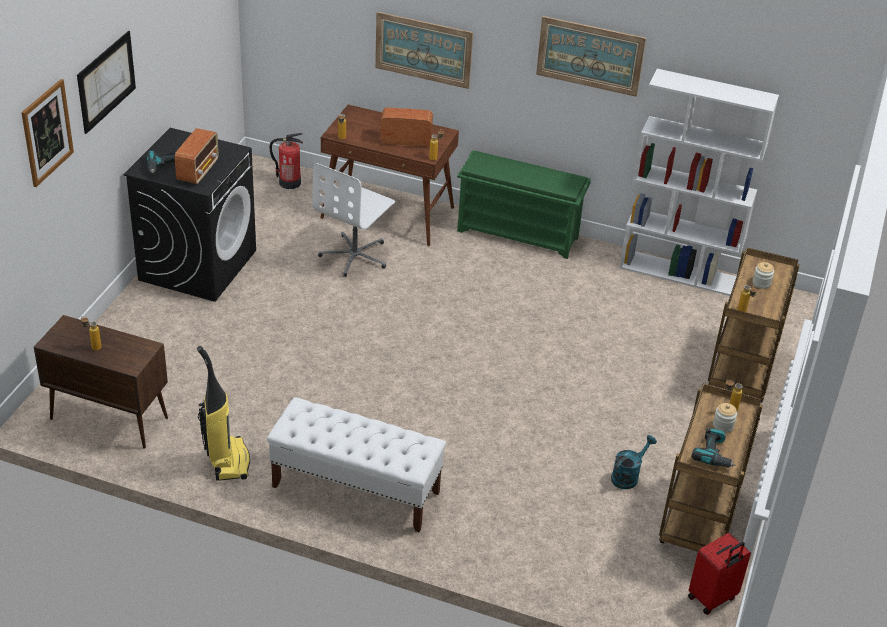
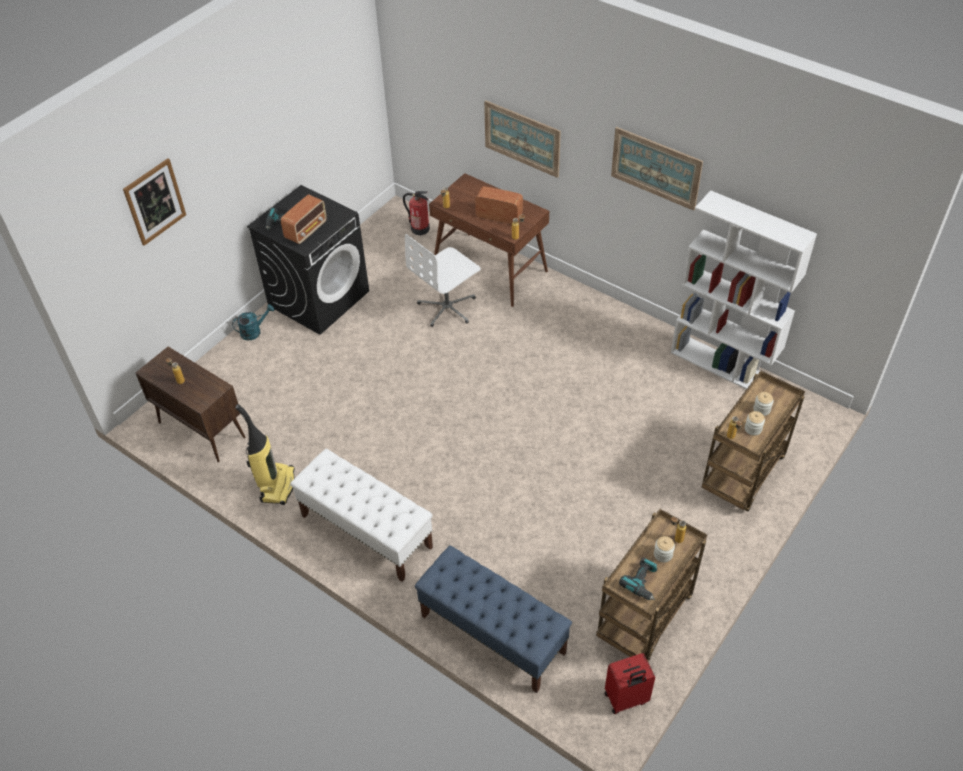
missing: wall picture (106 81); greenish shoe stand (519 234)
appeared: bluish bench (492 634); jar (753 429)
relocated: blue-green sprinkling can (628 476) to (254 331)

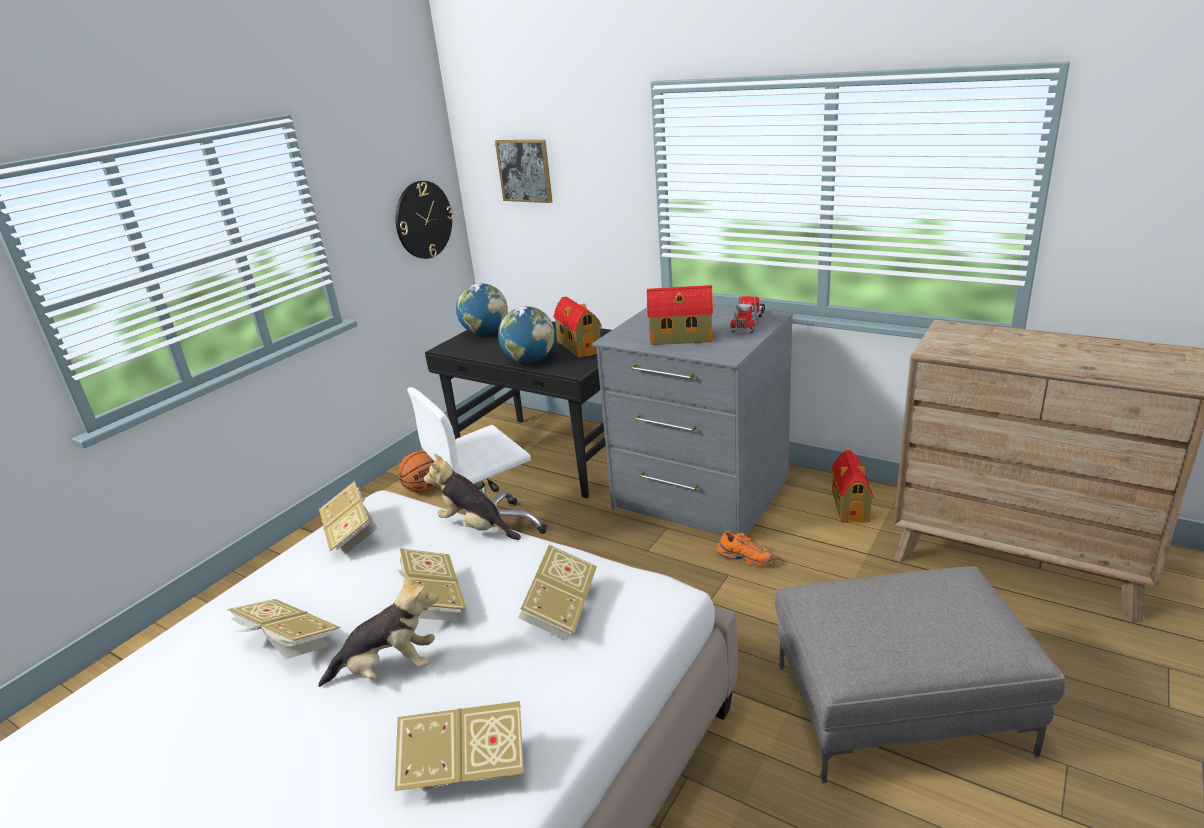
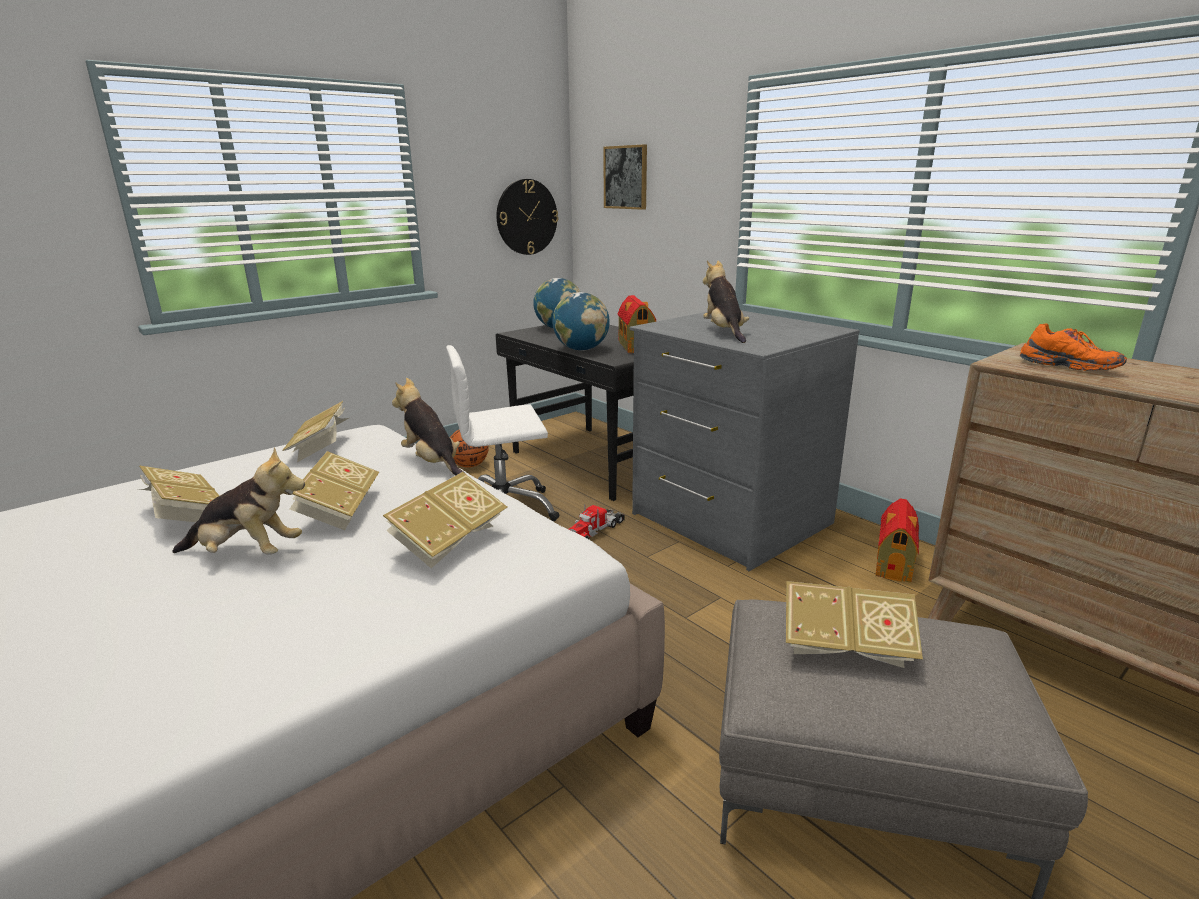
relocated: book (465 767) to (845 647); orange-coloured item of footwear (745 558) to (1068 367); toy lorry (748 322) to (595 531)
exchanged: miniature house (683 338) to plush toy (724 332)

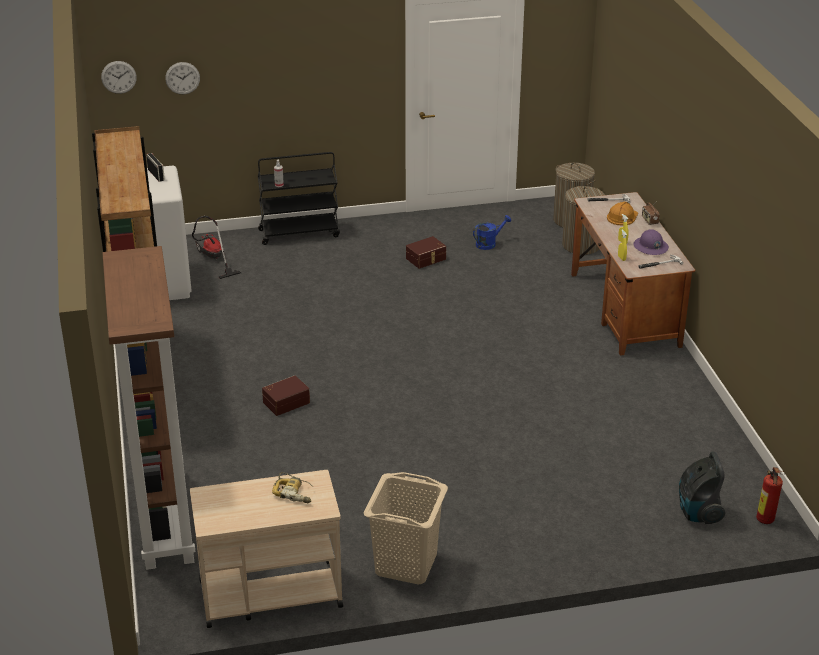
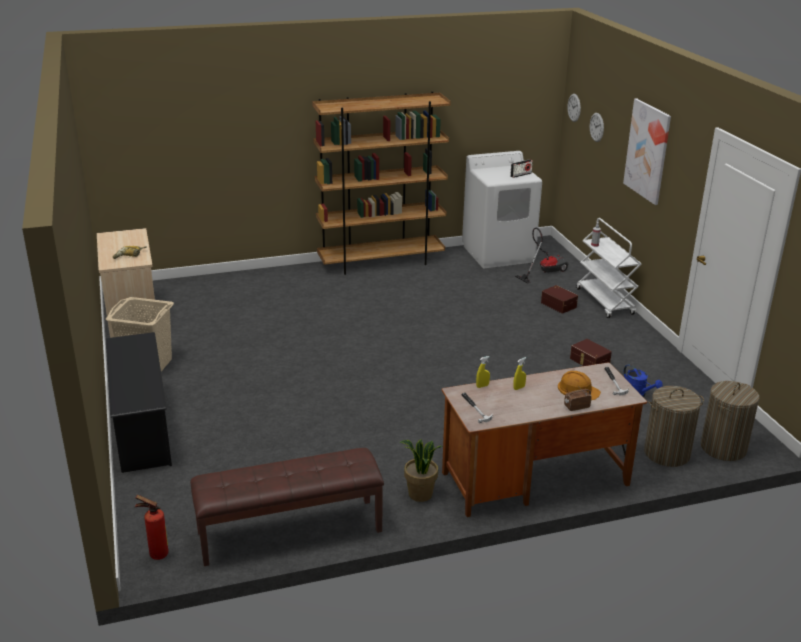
missing: brownish bookshelf (163 519); purple work helmet (650 247); vacuum cleaner (698 512)
appeared: blackish shoe stand (142 428); brownish bench (289 532); houseplant (420 494); wall picture (647 151)
relocated: brownish storage box (285 402) to (559 305)
colour: blackish trolley (299 233) to white-coloured trolley (605 302)

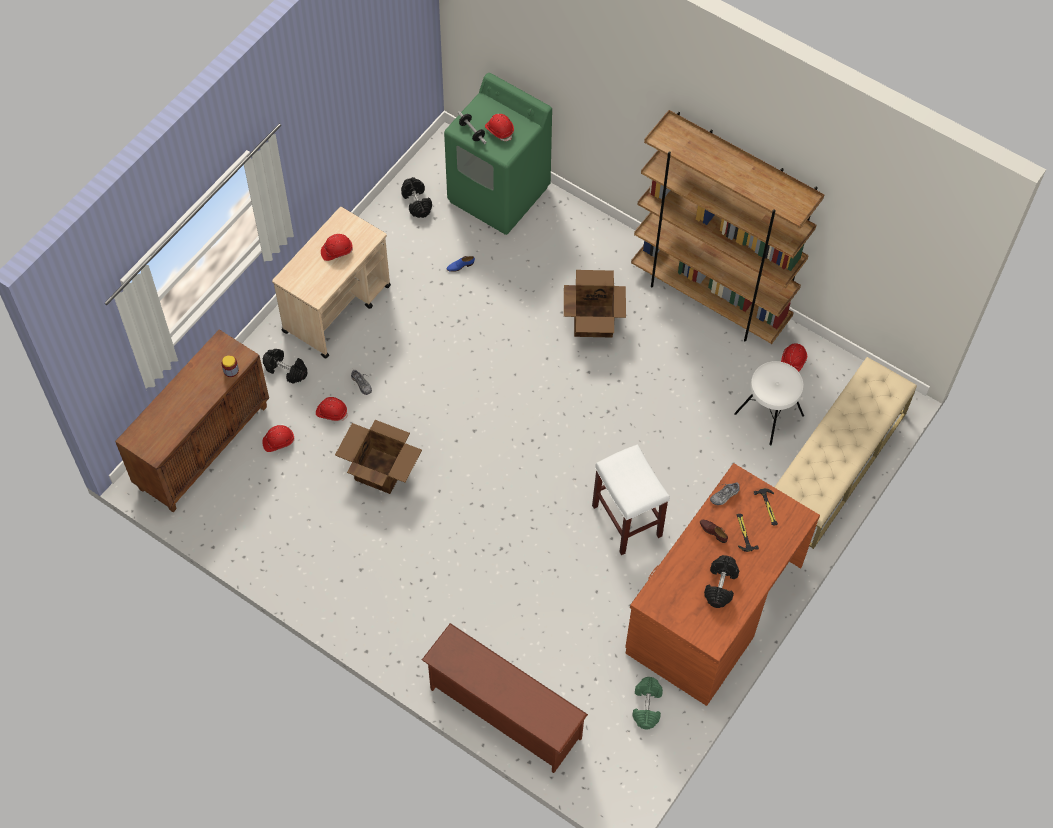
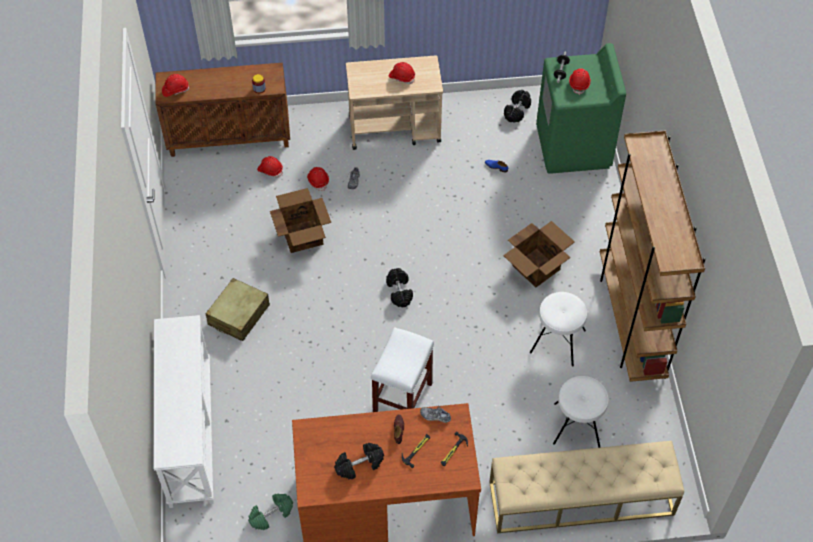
appeared: beige-coloured travel case (238 315); white-coloured stool seat (557 341)
relocated: blackish free weight (286 370) to (399 292); red-coloured work helmet (792 361) to (175 90)
exchanged: brownish shoe stand (503 714) to white-coloured hall table (189 432)

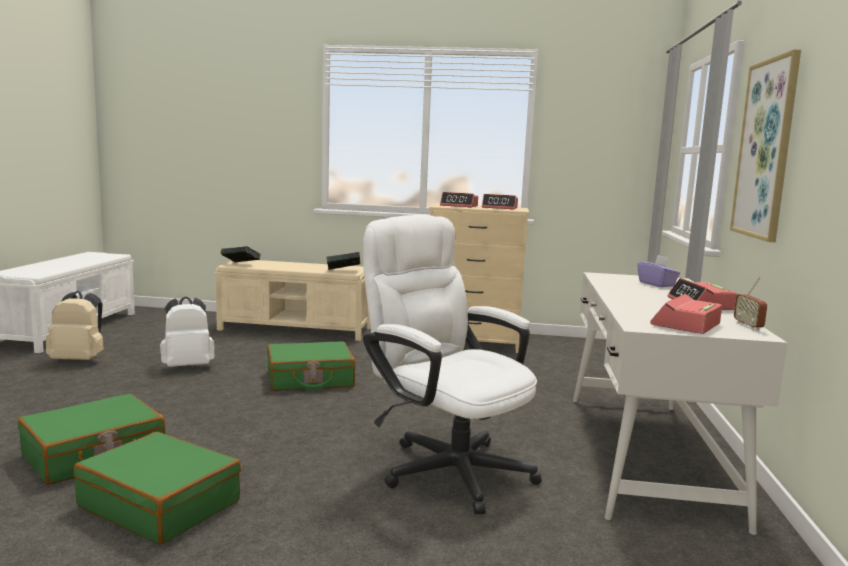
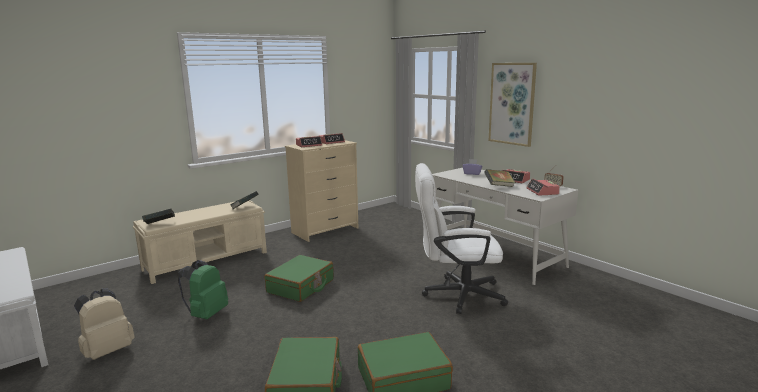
appeared: book (499 186)
colour: white-coloured rucksack (187 366) to greenish rucksack (206 314)

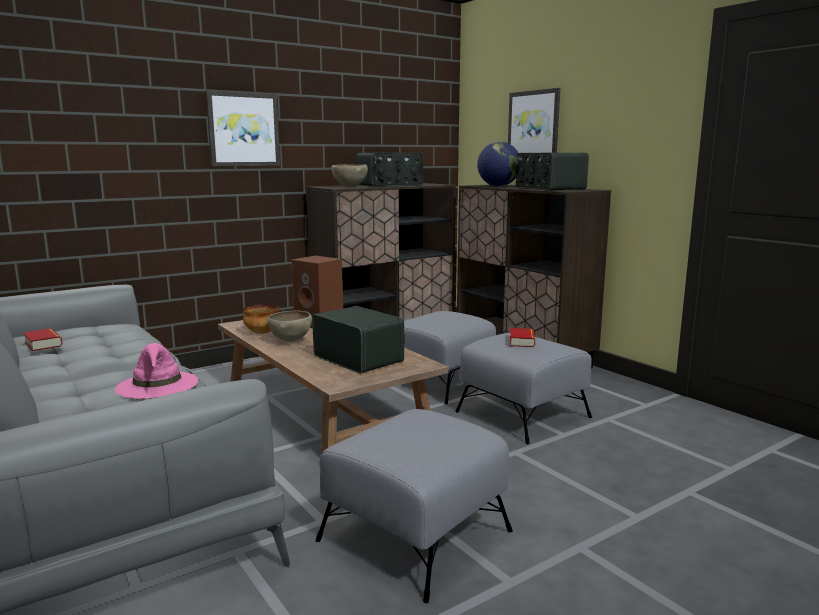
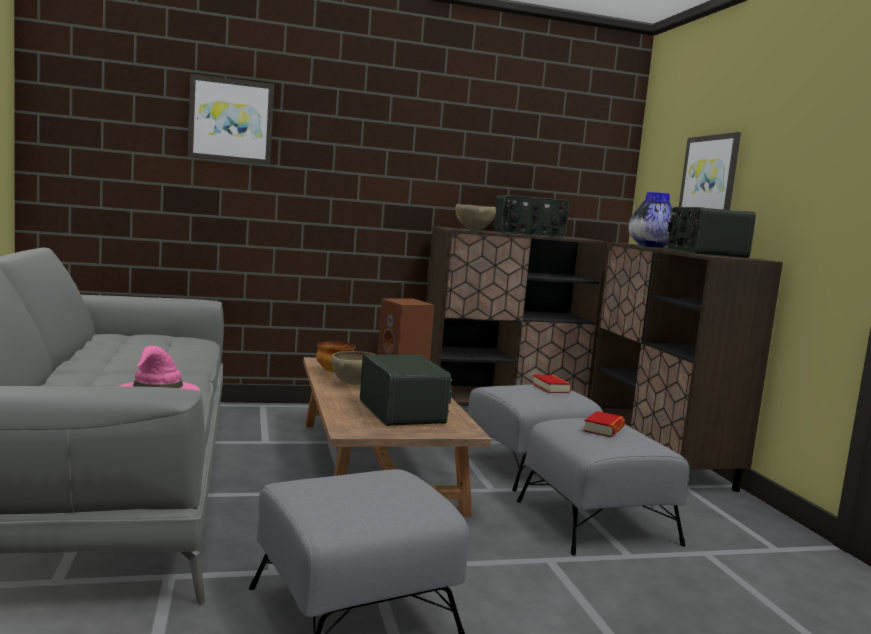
relocated: book (43 344) to (551 388); wall picture (243 129) to (231 120)
exchanged: desk globe (498 186) to vase (651 246)

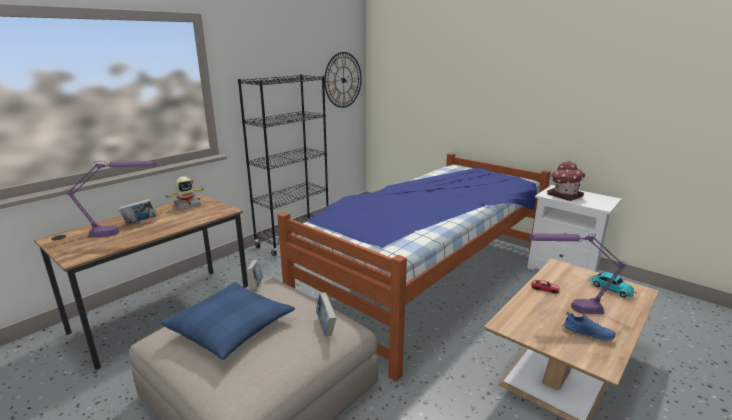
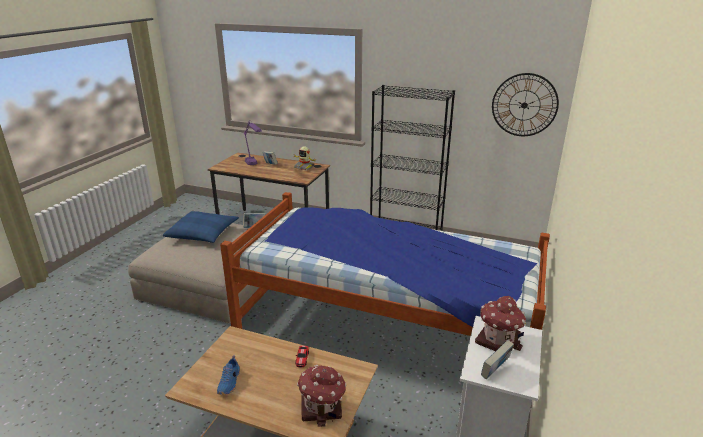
missing: purple lamp for a table (567 308)
relocated: book (326 326) to (495 371)
exchanged: model car (610 288) to miniature house (322 407)

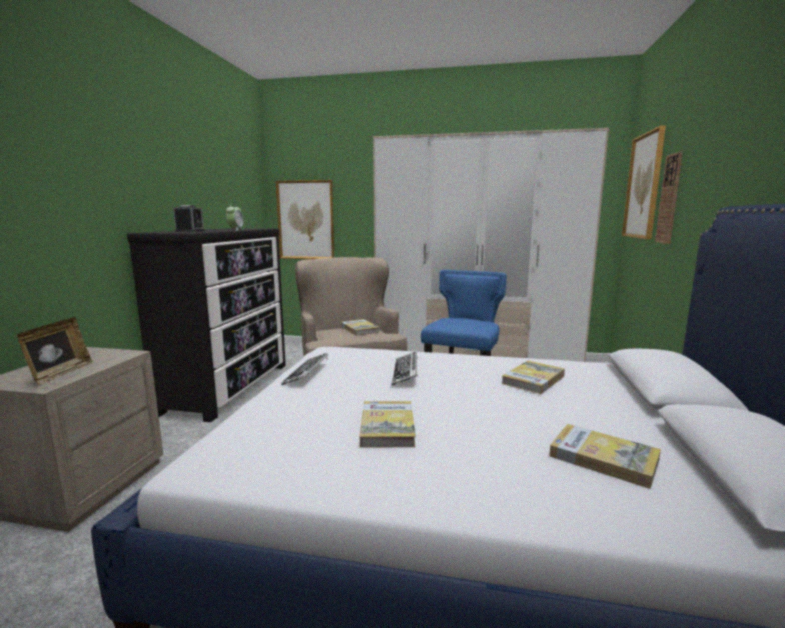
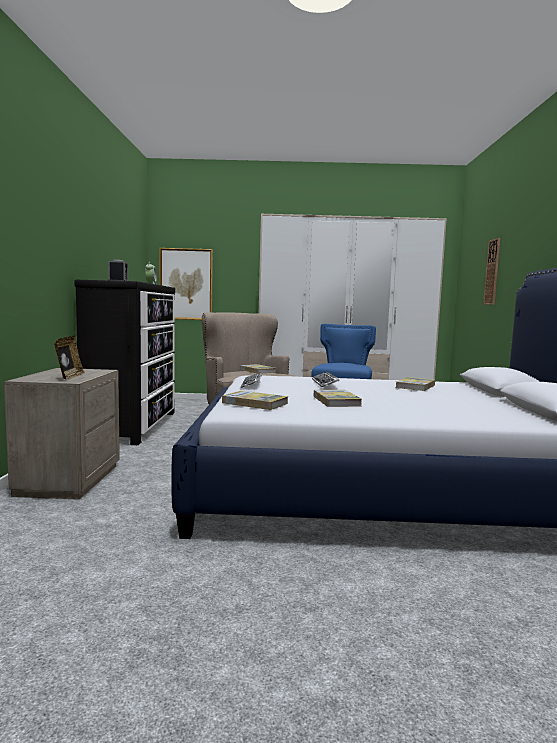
missing: wall picture (644 186)
relocated: book (603 458) to (255 403)

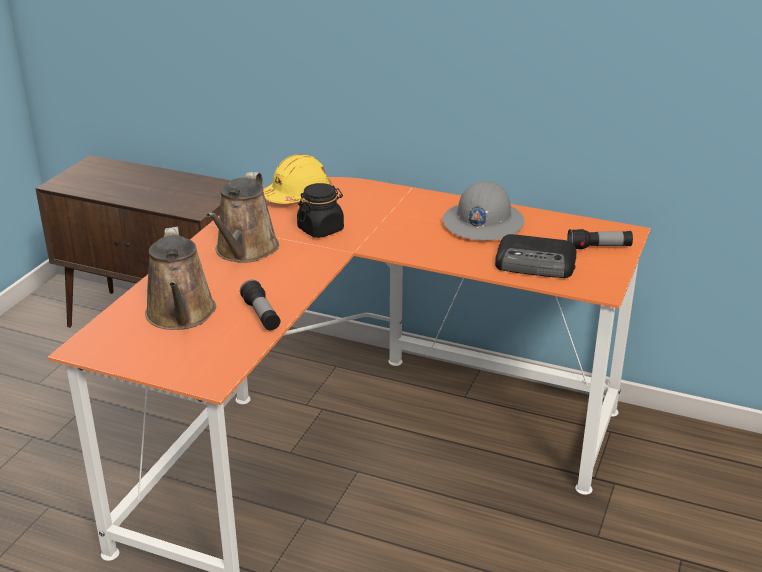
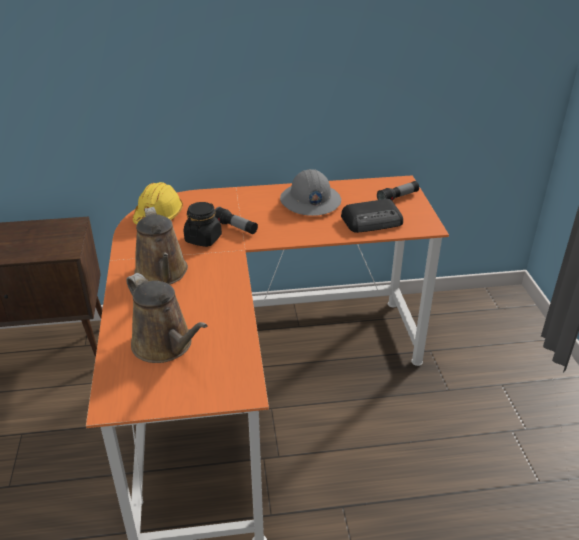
relocated: hand torch (261 315) to (236 227)

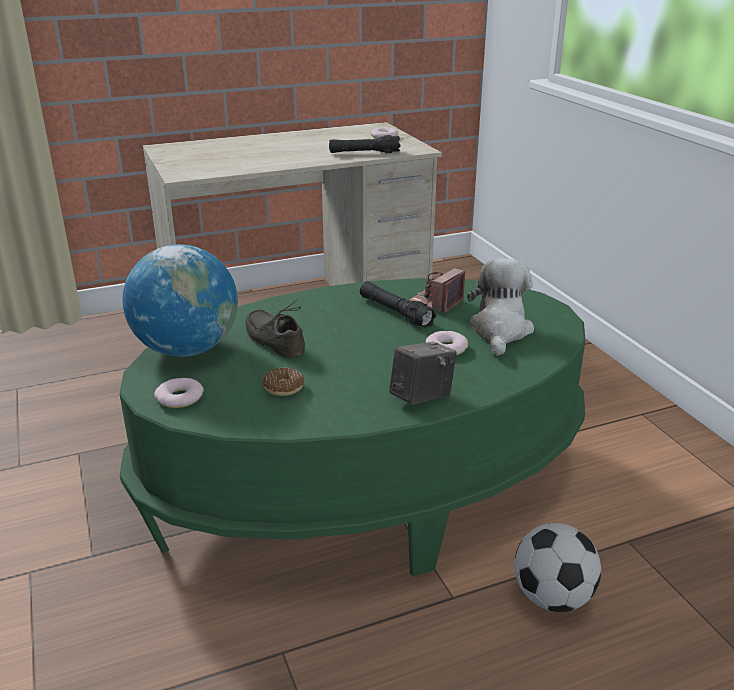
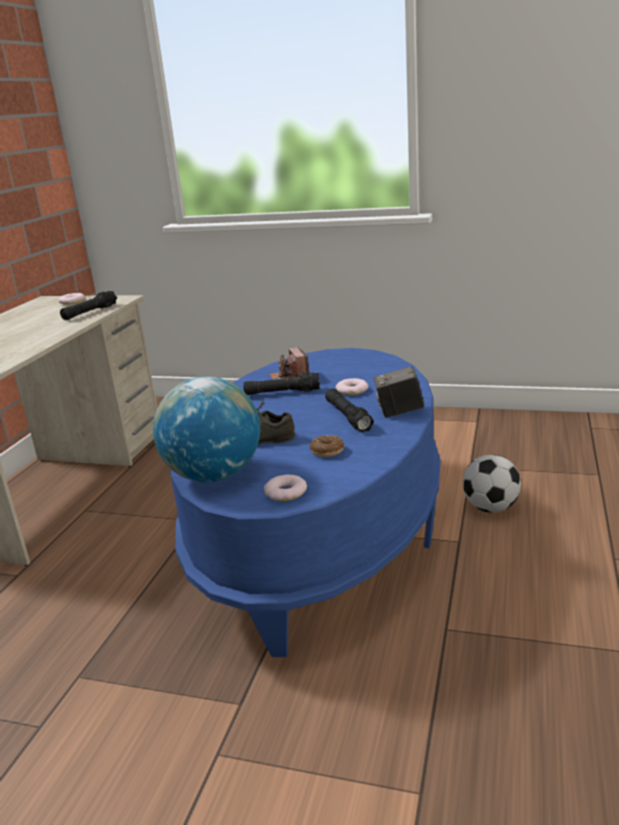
missing: plush toy (500 331)
appeared: blackish hand torch (348 417)
colour: greenish lounge table (366 485) to bluish lounge table (320 534)
spun: photo camera (421 397) = (399 412) 90 degrees counterclockwise

